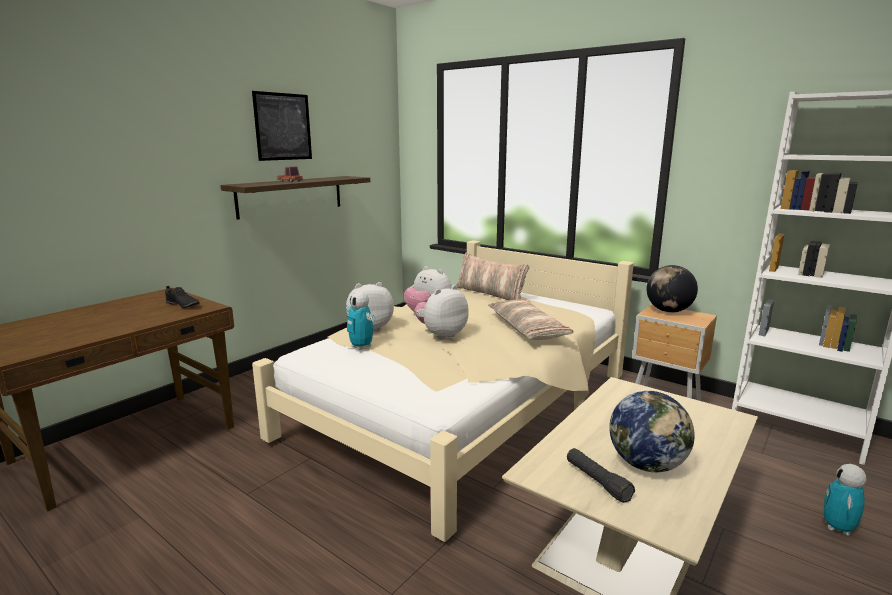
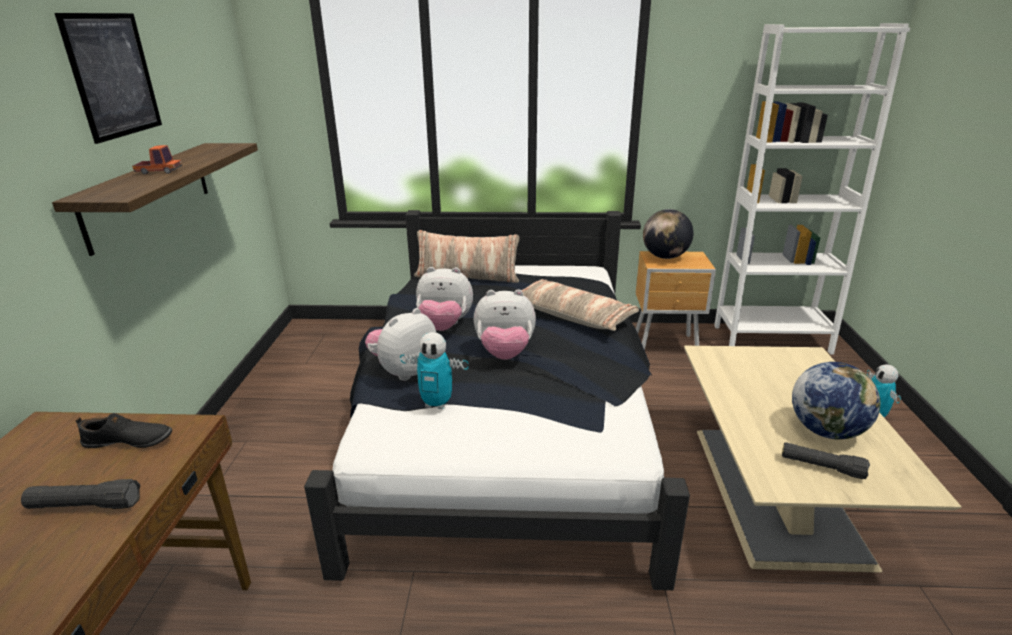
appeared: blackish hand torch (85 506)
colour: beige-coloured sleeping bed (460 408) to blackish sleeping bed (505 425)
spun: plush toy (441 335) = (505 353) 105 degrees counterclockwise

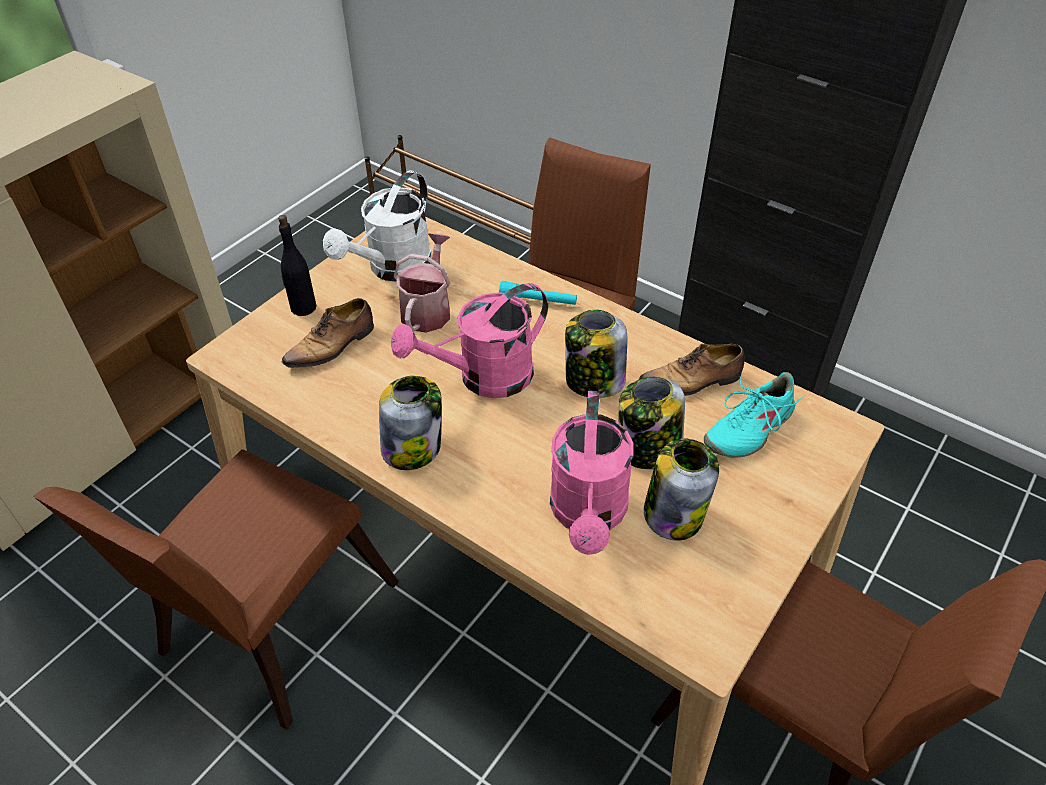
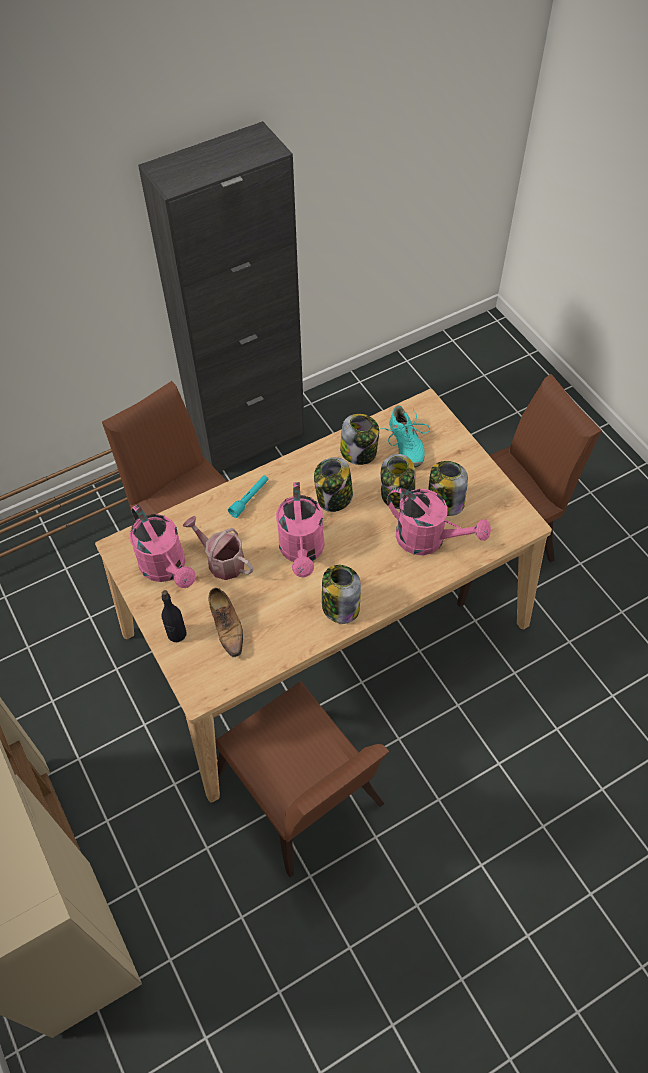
exchanged: item of footwear (693 381) to jar (359 452)
colour: white-coloured sprinkling can (393 269) to pinkish sprinkling can (167 568)

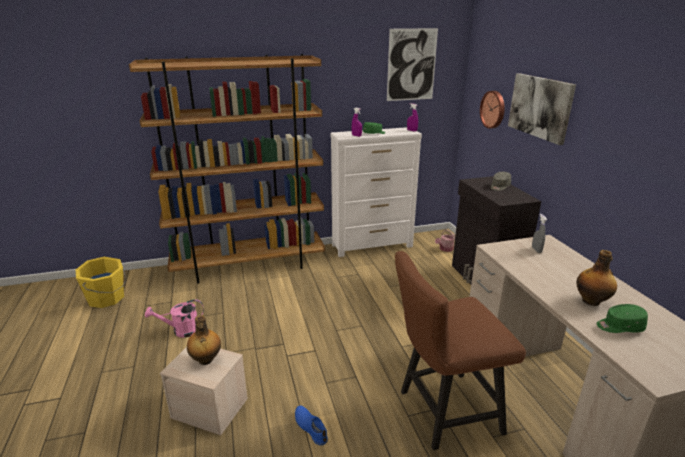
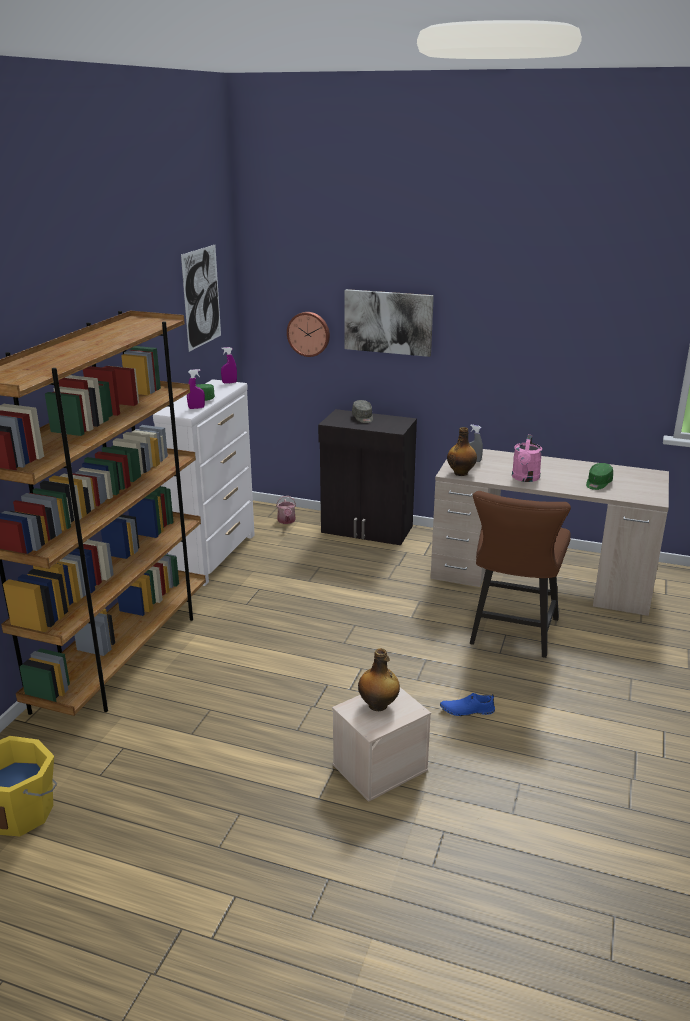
relocated: pinkish sprinkling can (181 331) to (525 478); drink bottle (592 301) to (461 473)

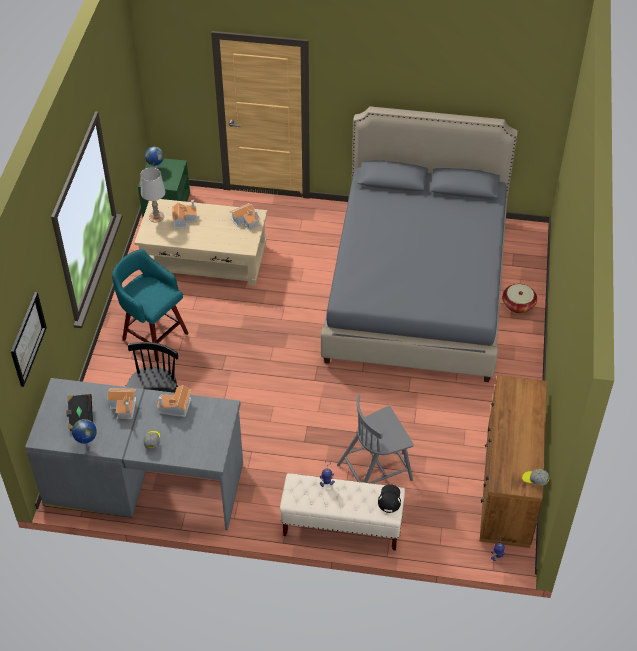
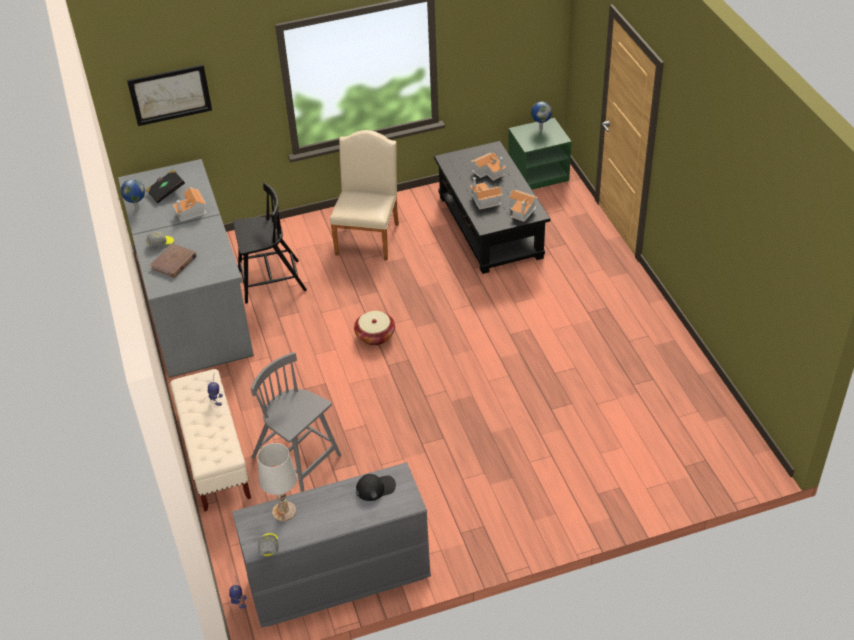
missing: grey sleeping bed (416 288)
appeared: brownish book (174 262)
relocated: white-coloured lamp for a table (156 216) to (284 511); miniature house (175 407) to (484 200); blackish peaked cap (389 499) to (375 488); storage basket (518 305) to (375 335)
exchanged: blue-green stool seat (154 335) to beige-coloured upright chair (368 236)
colour: beige-coloured lounge table (205 259) to blackish lounge table (490 227); brownish chest of drawers (507 488) to grey chest of drawers (338 579)

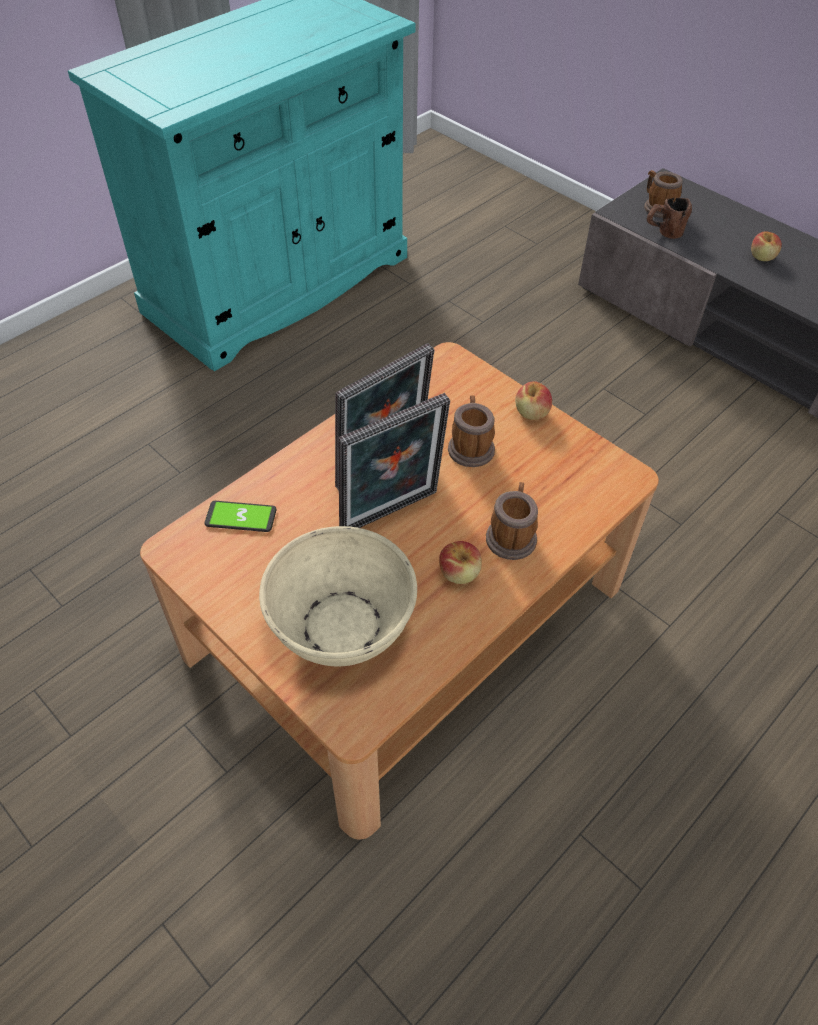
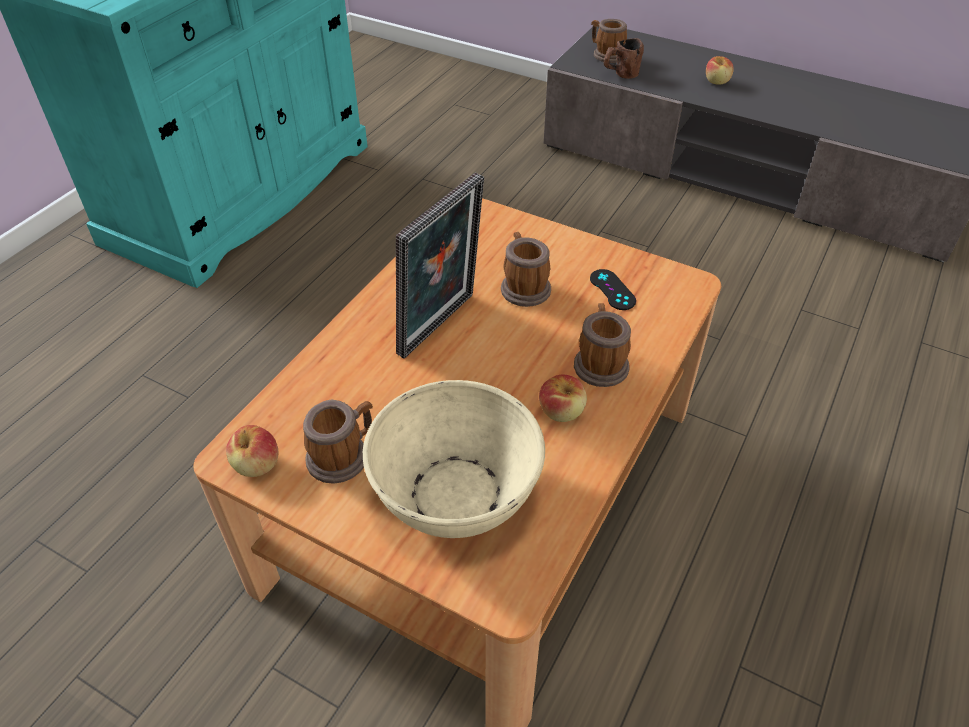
missing: handset (241 517); standing frame (392 515)
appeared: mug (343 455); blackish joypad (612 290)
relocated: apple fruit (531 412) to (257 465)

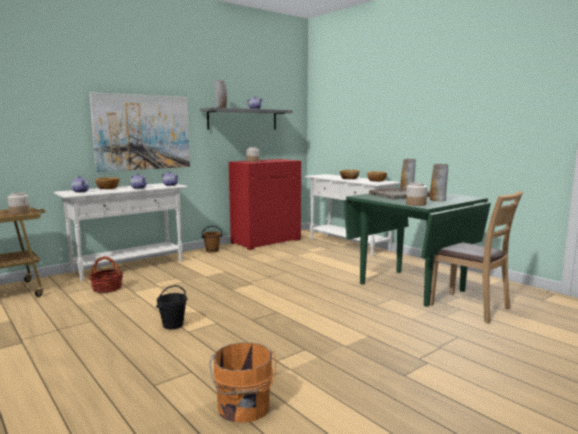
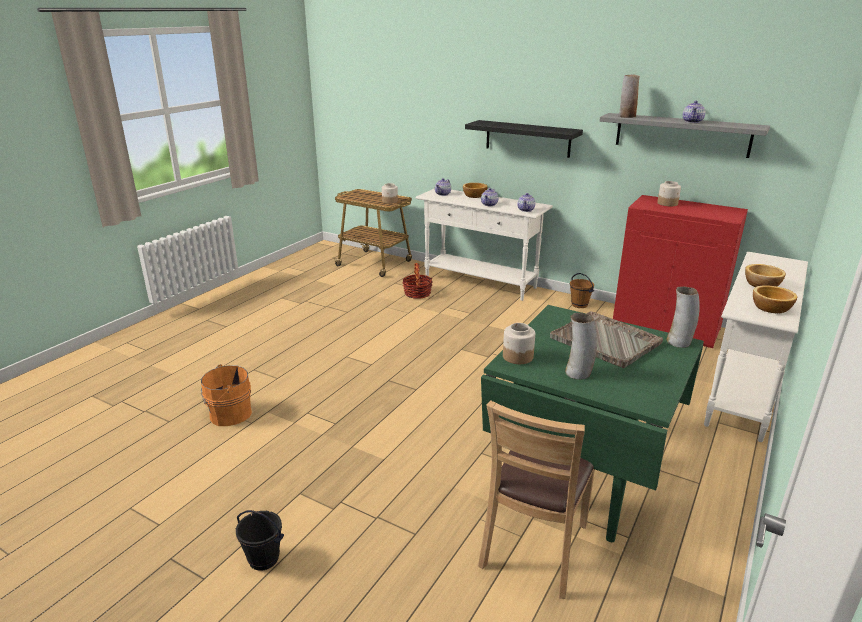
relocated: blackish pail (173 325) to (263 559)
exchanged: wall picture (142 132) to blackish shelf (527 138)

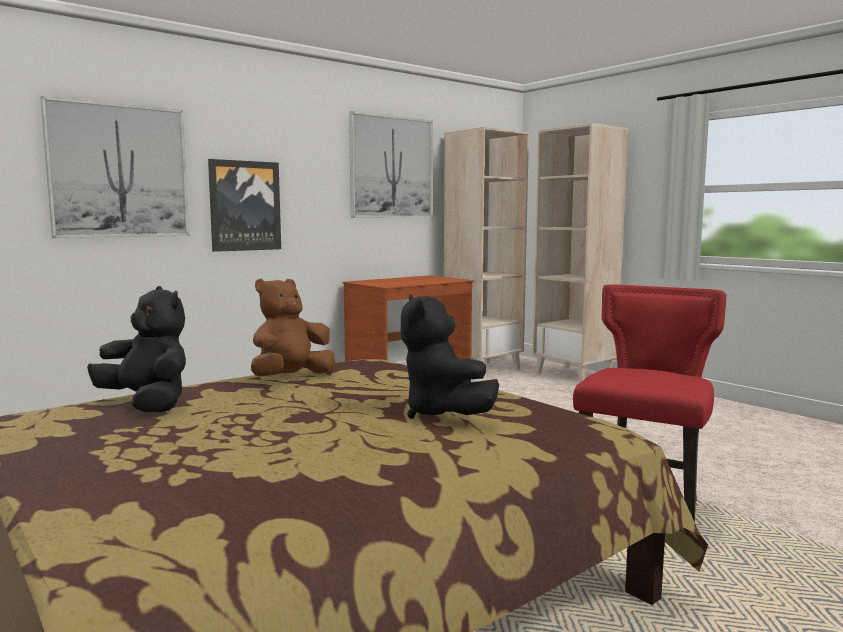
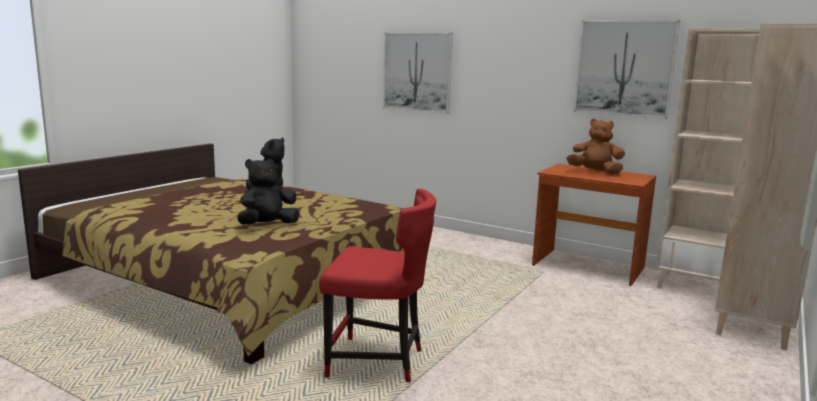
missing: wall picture (245 206)
relocated: brownish plush toy (291 378) to (595 172)

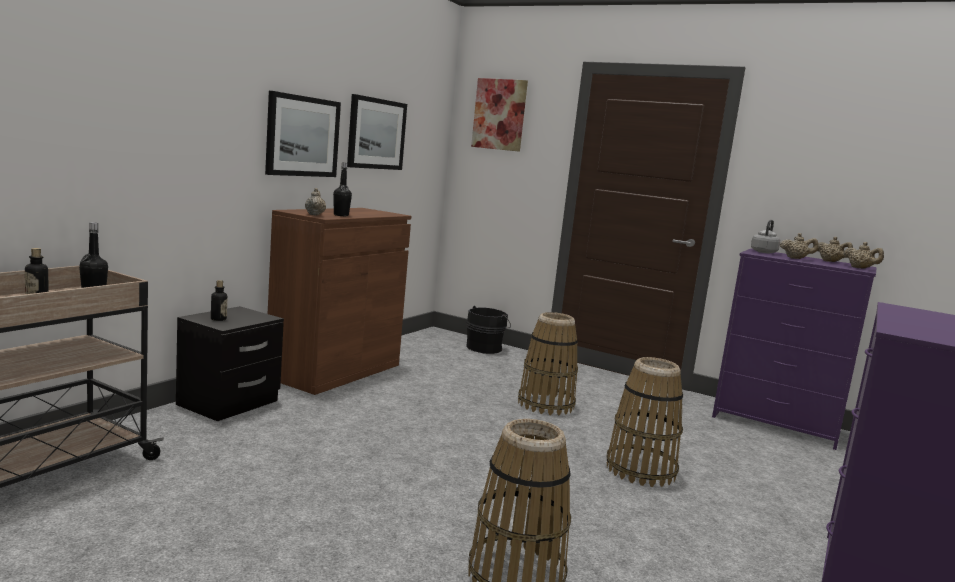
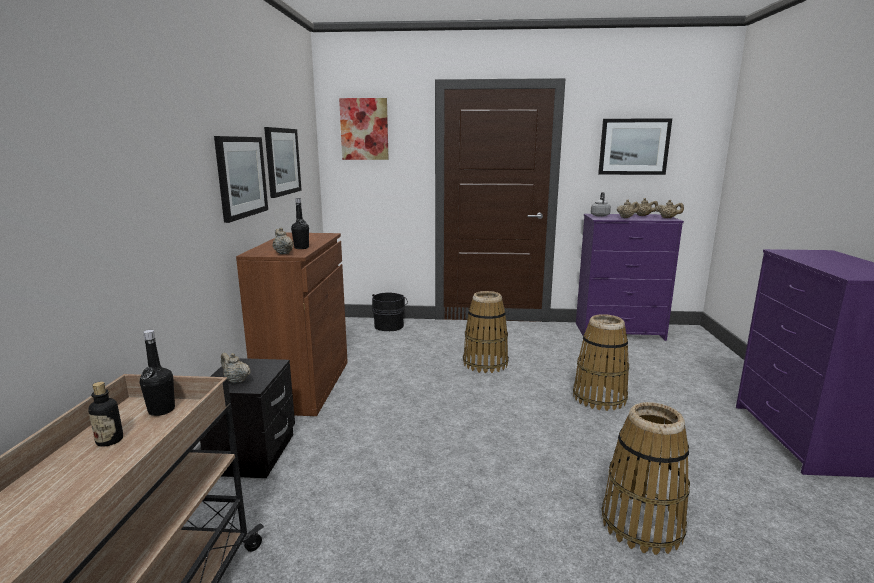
appeared: wall picture (633 147)
exchanged: drink bottle (218 319) to beige-coloured tea pot (236 380)

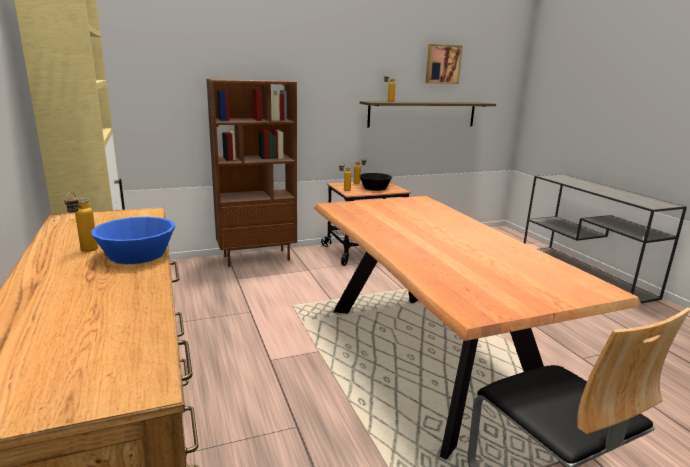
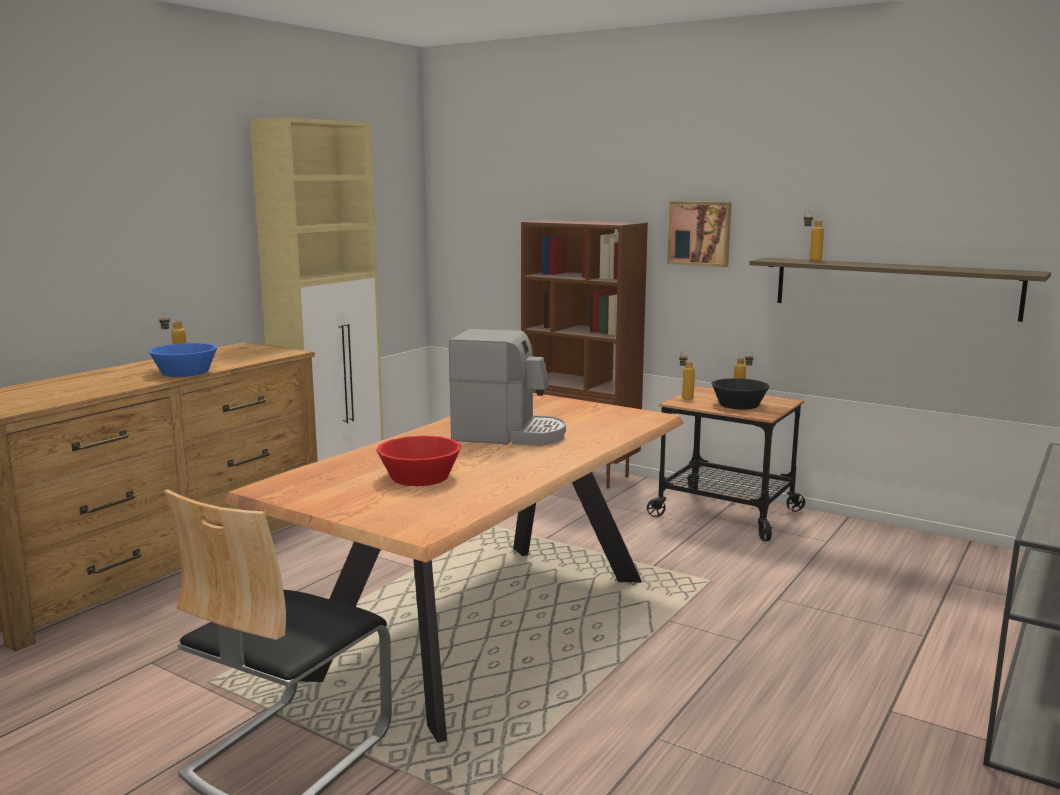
appeared: red-coloured serving bowl (420 476); coffee brewer (509 435)
relocated: wall picture (442 64) to (700 233)

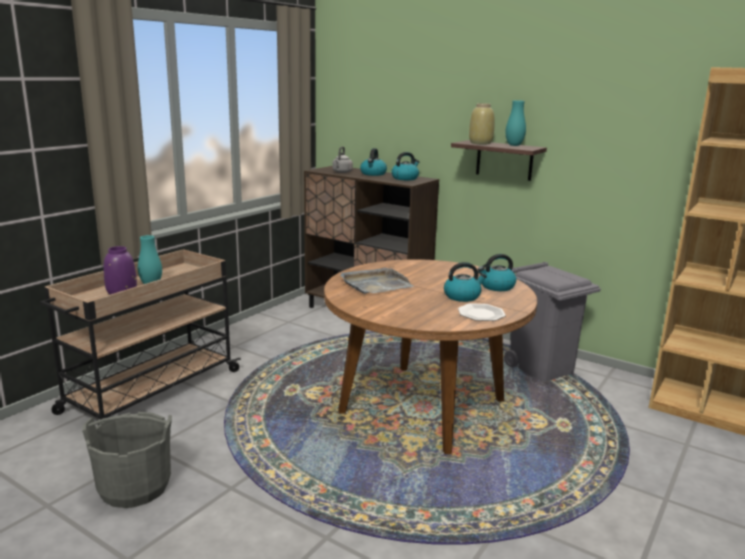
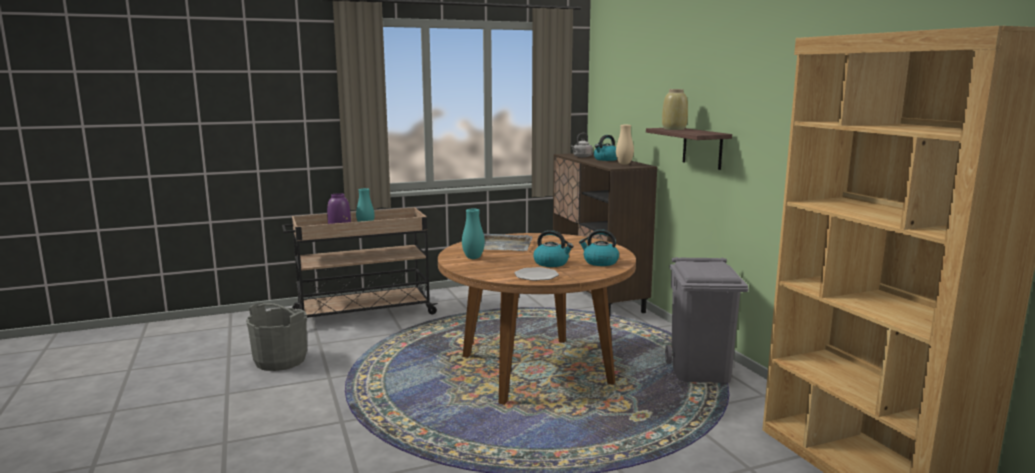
relocated: blue-green vase (514 145) to (473 258)
exchanged: kettle (405 178) to beige-coloured vase (624 164)

